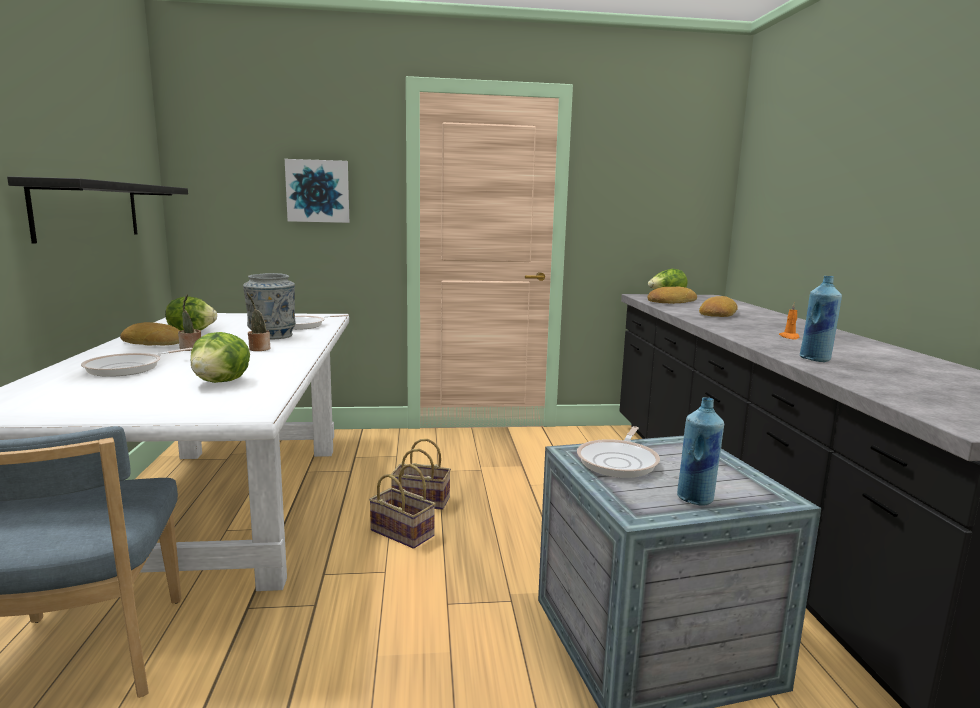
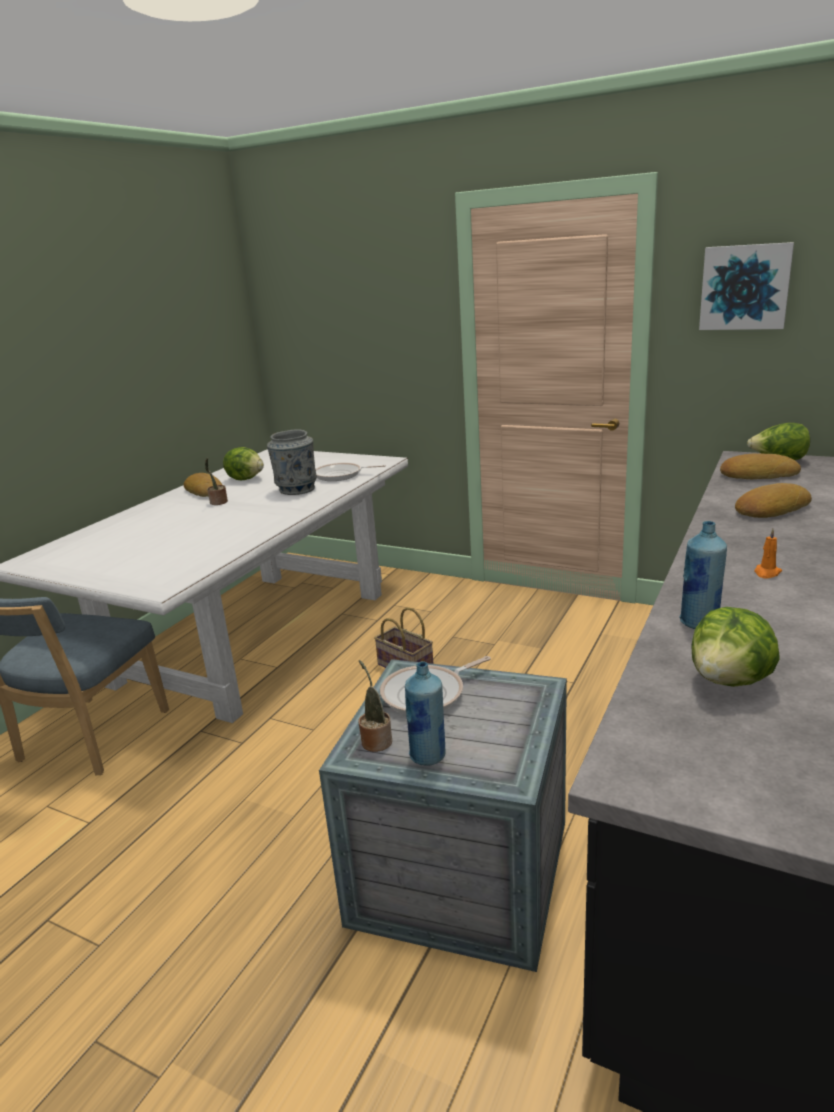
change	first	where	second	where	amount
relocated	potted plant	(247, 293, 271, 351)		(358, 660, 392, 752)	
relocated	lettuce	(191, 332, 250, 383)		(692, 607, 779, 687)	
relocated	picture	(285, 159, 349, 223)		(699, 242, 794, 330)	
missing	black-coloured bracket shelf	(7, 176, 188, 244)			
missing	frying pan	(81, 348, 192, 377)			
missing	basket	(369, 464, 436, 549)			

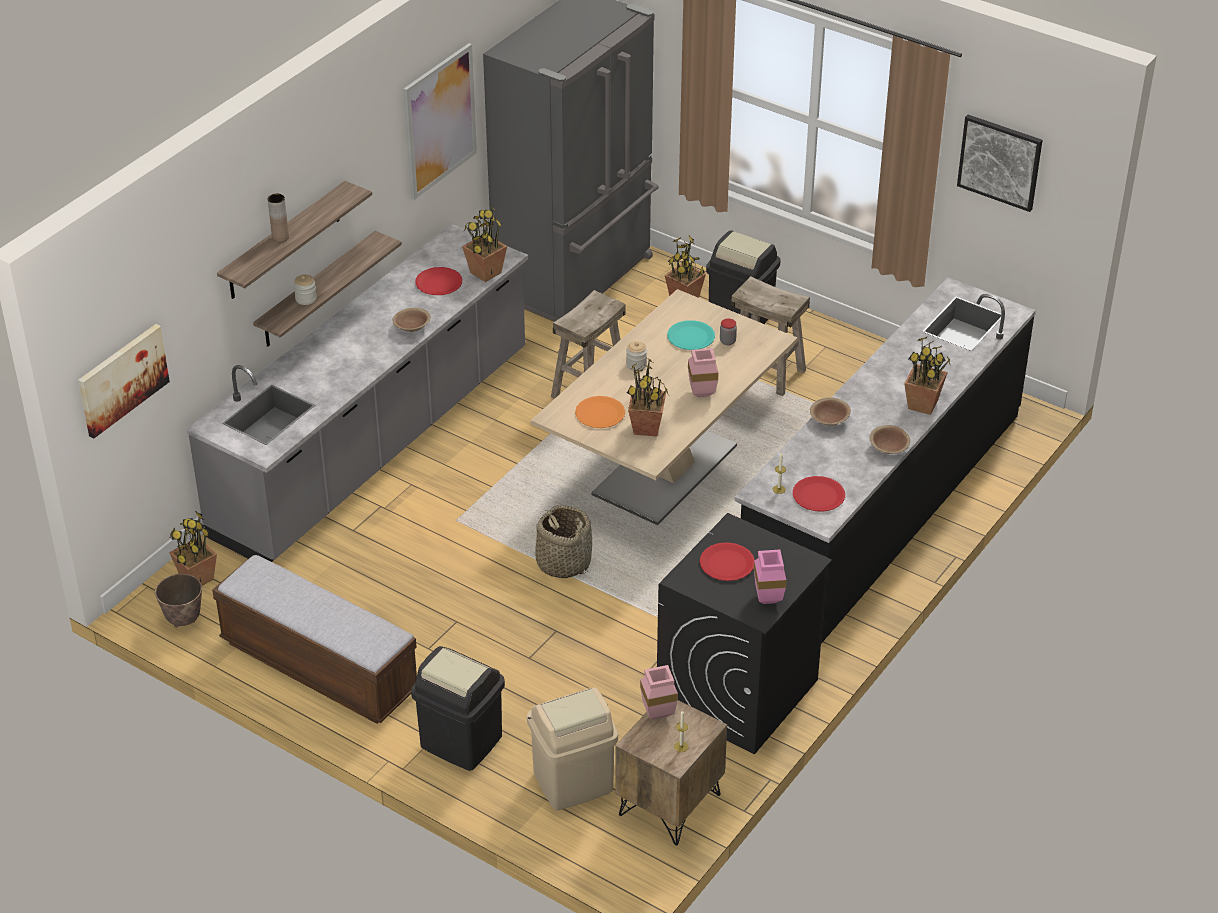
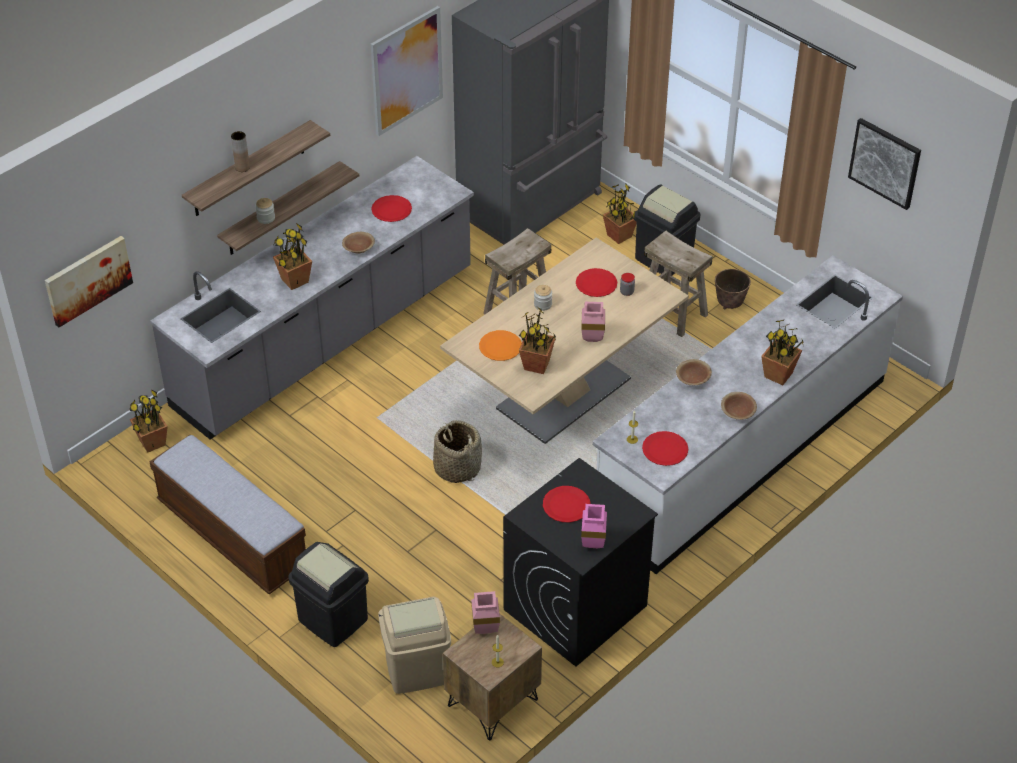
change	first	where	second	where	amount
relocated	potted plant	(462, 203, 507, 282)		(273, 223, 312, 290)	
colour	turquoise-coloured flat dish	(667, 320, 715, 350)	red-coloured flat dish	(576, 268, 617, 297)	
colour	black-coloured kitchen base unit	(735, 277, 1036, 644)	white kitchen base unit	(592, 255, 903, 574)	
relocated	planter	(155, 574, 202, 628)		(715, 269, 751, 310)	

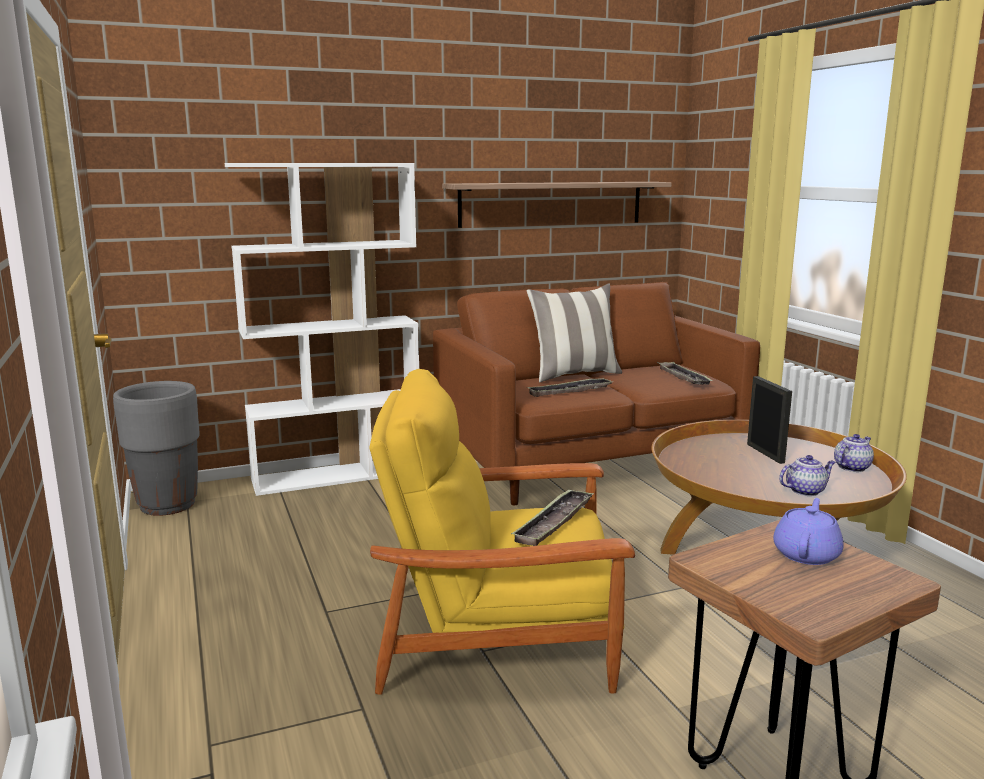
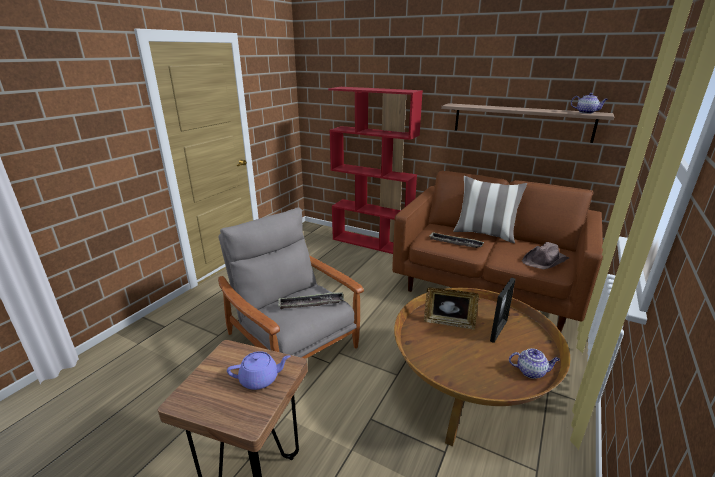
change	first	where	second	where	amount
colour	yellow easy chair	(369, 369, 635, 695)	grey easy chair	(218, 207, 364, 359)	
colour	white bookshelf	(225, 163, 419, 496)	red-coloured bookshelf	(328, 87, 423, 254)	
appeared			photo frame	(424, 287, 479, 330)	
exchanged	serving tray	(657, 362, 713, 385)	brown-coloured wearable hat	(522, 242, 569, 269)	
relocated	teapot	(779, 455, 835, 496)		(571, 93, 608, 114)	
missing	grey planter	(113, 381, 200, 516)			

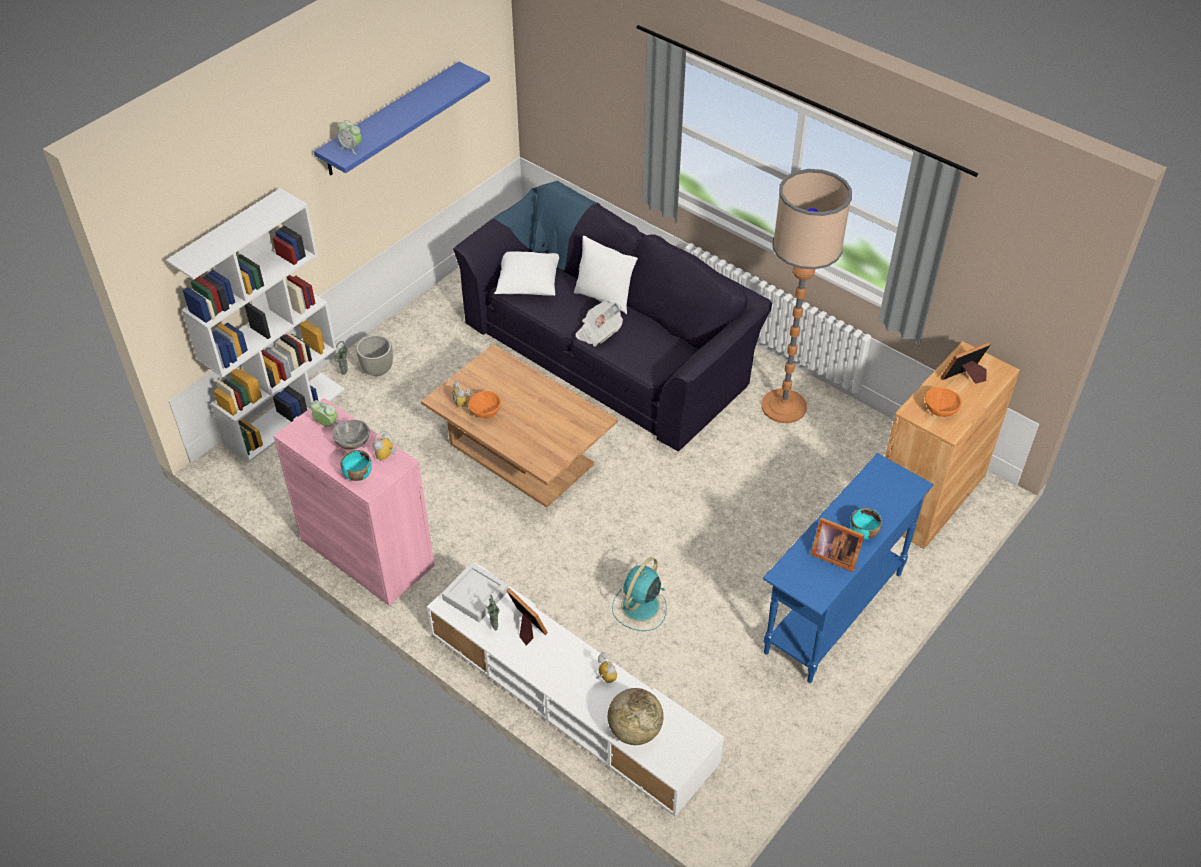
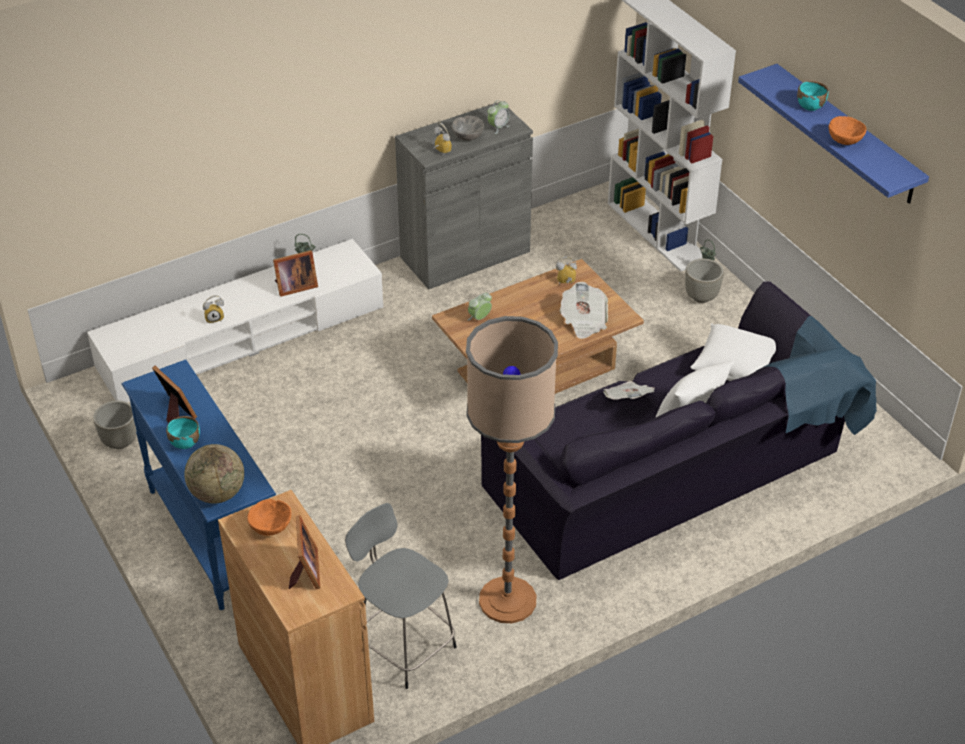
change	first	where	second	where	amount
appeared			grey planter	(93, 401, 137, 449)	
spun	photo frame	(810, 517, 864, 572)		(152, 366, 197, 423)	90 degrees clockwise
relocated	world globe	(608, 688, 663, 745)		(184, 444, 244, 504)	
appeared			grey stool	(345, 503, 457, 689)	
colour	pinkish cupboard	(273, 398, 435, 606)	grey cupboard	(395, 102, 533, 289)	
relocated	bedside clock	(337, 120, 361, 154)		(468, 293, 492, 321)	
appeared			newspaper	(560, 282, 608, 339)	
relocated	turquoise-coloured bowl	(341, 450, 372, 481)		(797, 81, 828, 111)	
relocated	orange-coloured bowl	(468, 391, 501, 418)		(829, 116, 867, 145)	
missing	grey serving tray	(442, 563, 508, 622)			
missing	turquoise-coloured electric fan	(612, 557, 667, 631)			

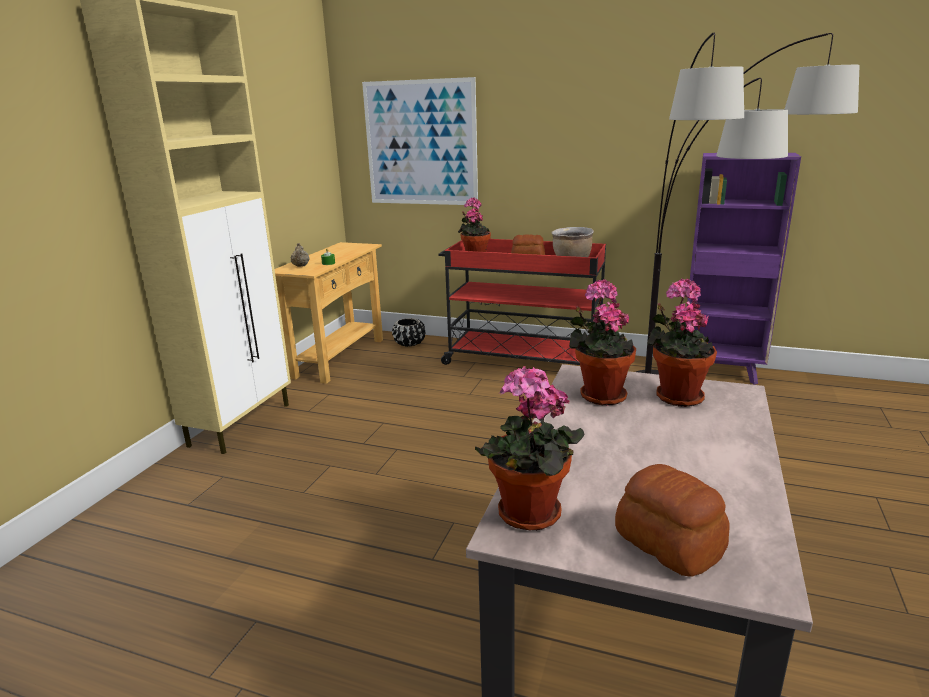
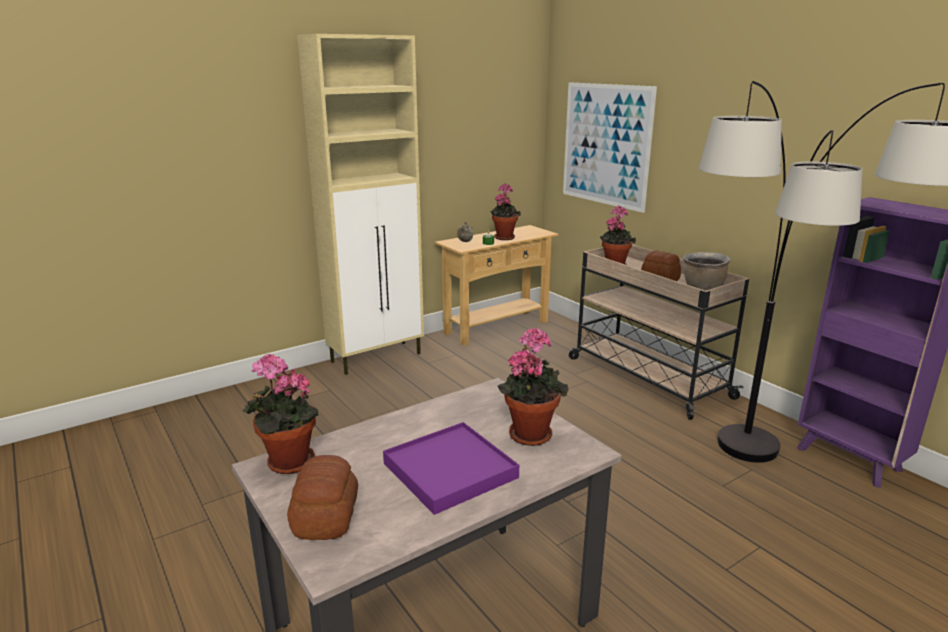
change	first	where	second	where	amount
appeared			purple-coloured serving tray	(383, 422, 519, 515)	
relocated	potted plant	(569, 279, 636, 406)		(490, 183, 521, 240)	
colour	red-coloured wheeled cart	(439, 239, 606, 365)	sand-coloured wheeled cart	(569, 245, 749, 420)	
missing	black-coloured planter	(392, 318, 425, 347)			

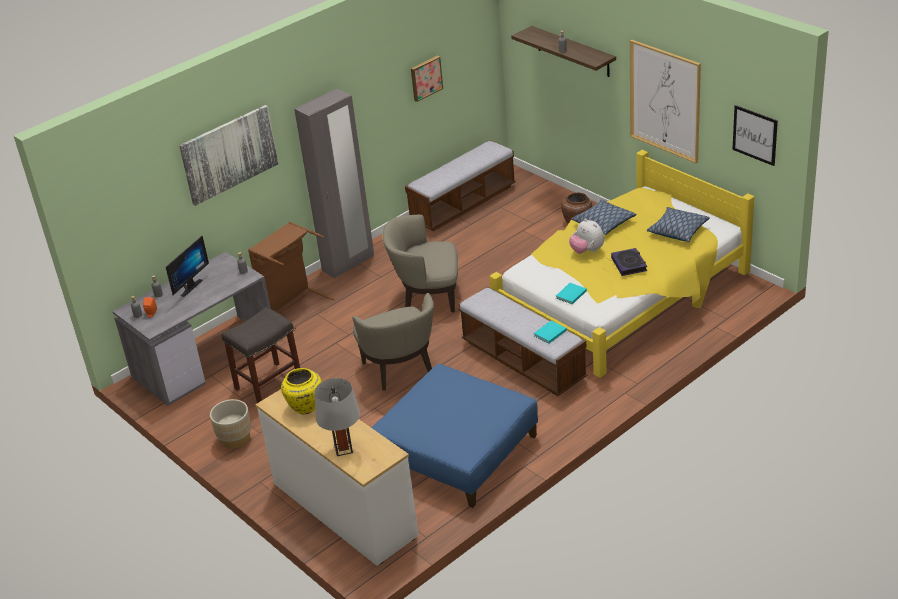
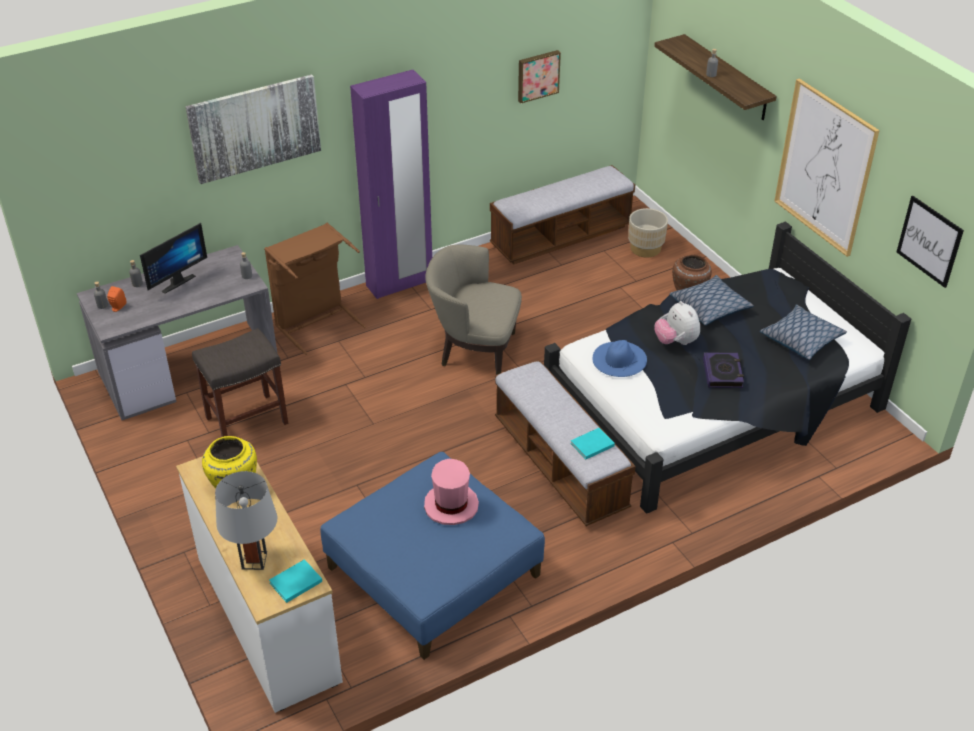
change	first	where	second	where	amount
relocated	turquoise-coloured volume	(556, 283, 587, 304)		(269, 559, 322, 603)	
colour	grey wardrobe	(294, 89, 374, 278)	purple-coloured wardrobe	(350, 70, 432, 299)	
appeared			pinkish wearable hat	(424, 459, 479, 525)	
colour	yellow bed	(490, 150, 754, 378)	black-coloured bed	(544, 221, 911, 514)	
appeared			bluish wearable hat	(593, 340, 647, 377)	
relocated	sand-coloured planter	(210, 399, 251, 449)		(628, 208, 668, 257)	
missing	sand-coloured easy chair	(352, 293, 434, 390)			

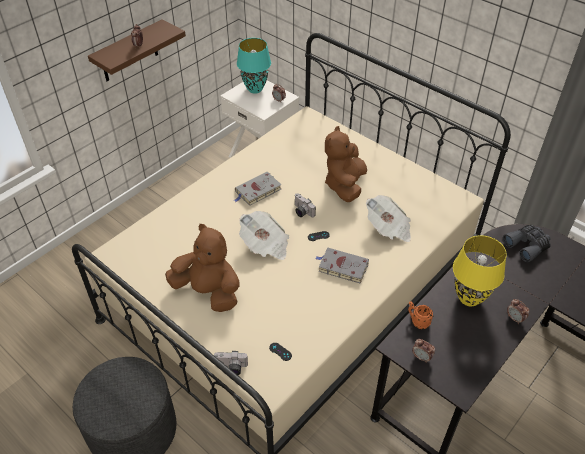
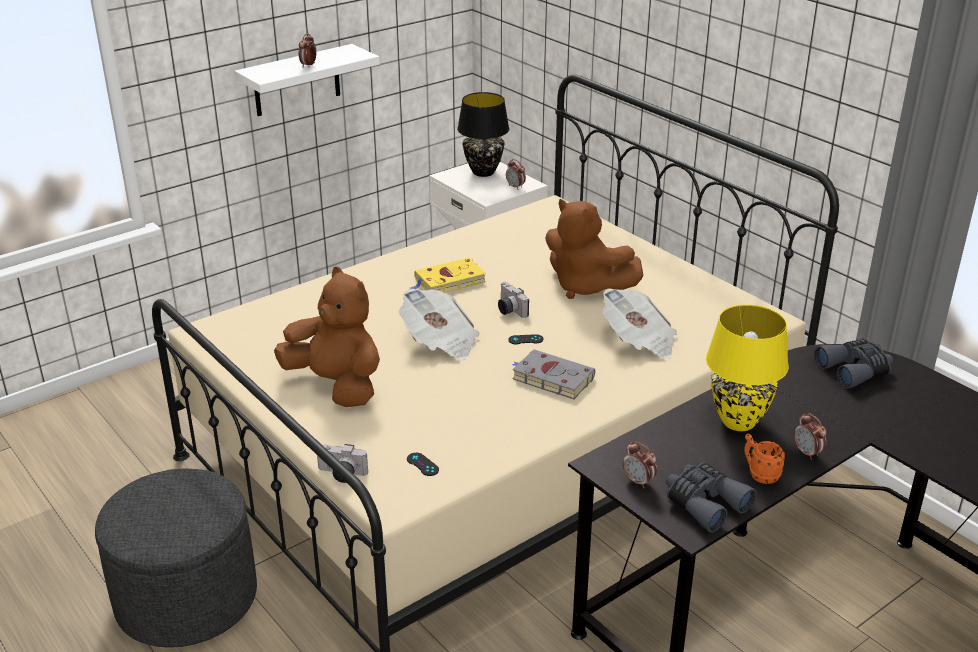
change	first	where	second	where	amount
colour	brown-coloured bracket shelf	(88, 19, 186, 81)	white bracket shelf	(234, 44, 380, 116)	
colour	grey volume	(234, 172, 281, 206)	yellow volume	(410, 258, 486, 293)	
colour	turquoise-coloured table lamp	(237, 38, 271, 94)	black-coloured table lamp	(457, 92, 510, 177)	
spun	brown-coloured soft toy	(325, 126, 367, 202)		(545, 199, 644, 299)	75 degrees counterclockwise
appeared			grey field glasses	(666, 462, 757, 532)	
relocated	orange-coloured tea mug	(408, 301, 433, 329)		(744, 434, 785, 484)	

